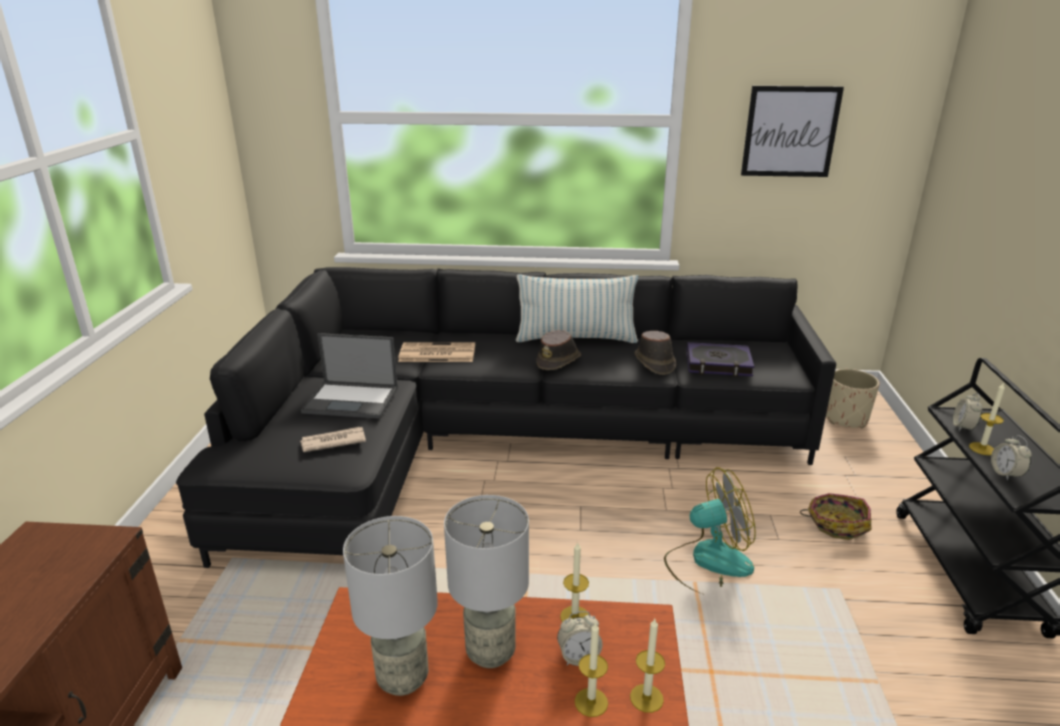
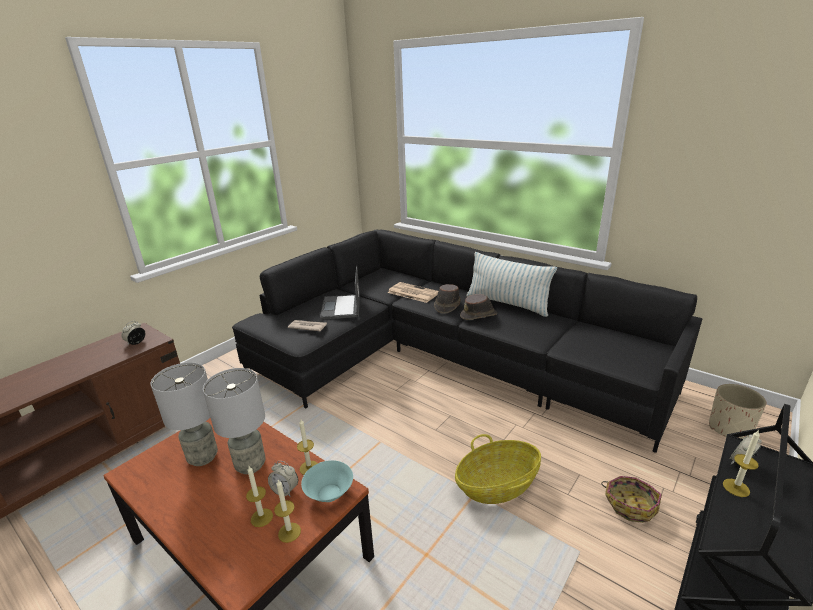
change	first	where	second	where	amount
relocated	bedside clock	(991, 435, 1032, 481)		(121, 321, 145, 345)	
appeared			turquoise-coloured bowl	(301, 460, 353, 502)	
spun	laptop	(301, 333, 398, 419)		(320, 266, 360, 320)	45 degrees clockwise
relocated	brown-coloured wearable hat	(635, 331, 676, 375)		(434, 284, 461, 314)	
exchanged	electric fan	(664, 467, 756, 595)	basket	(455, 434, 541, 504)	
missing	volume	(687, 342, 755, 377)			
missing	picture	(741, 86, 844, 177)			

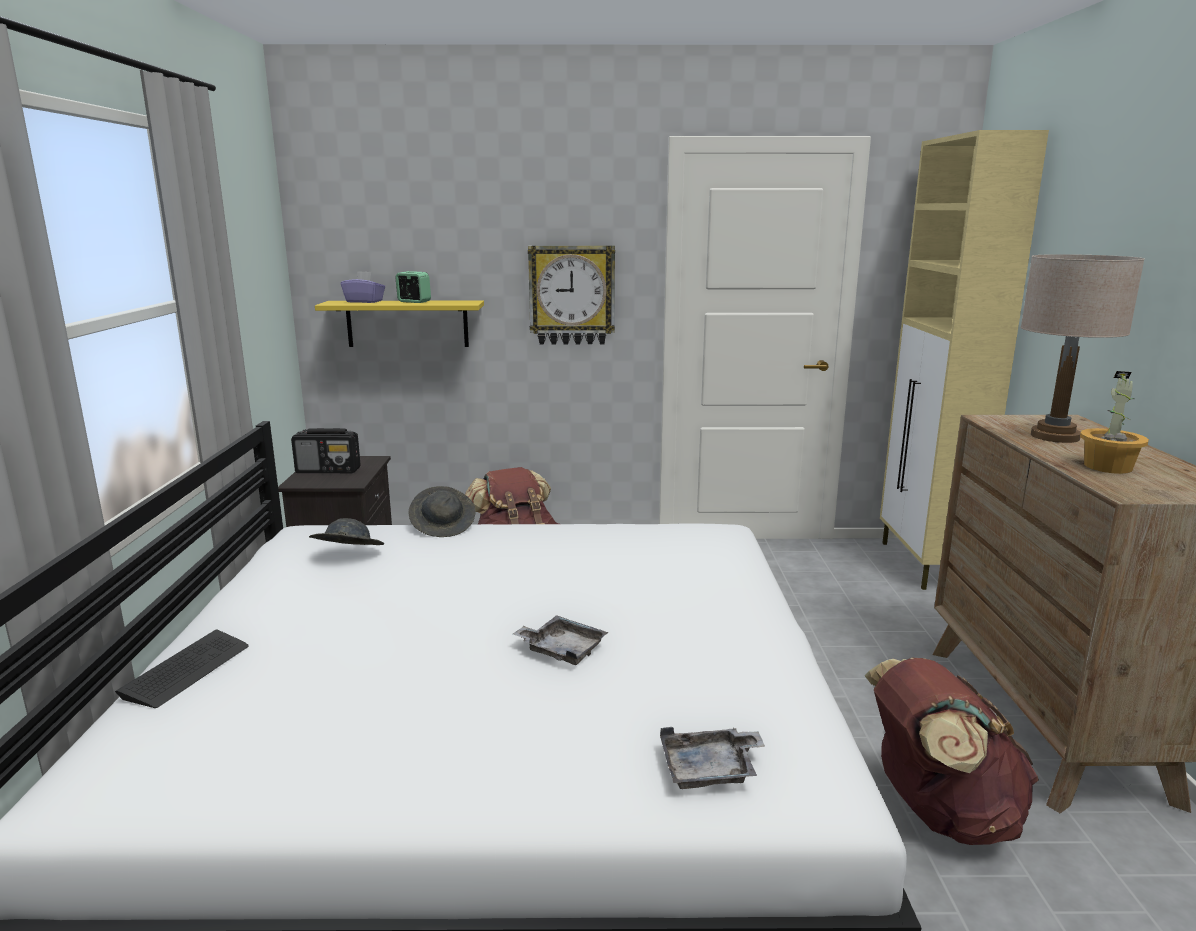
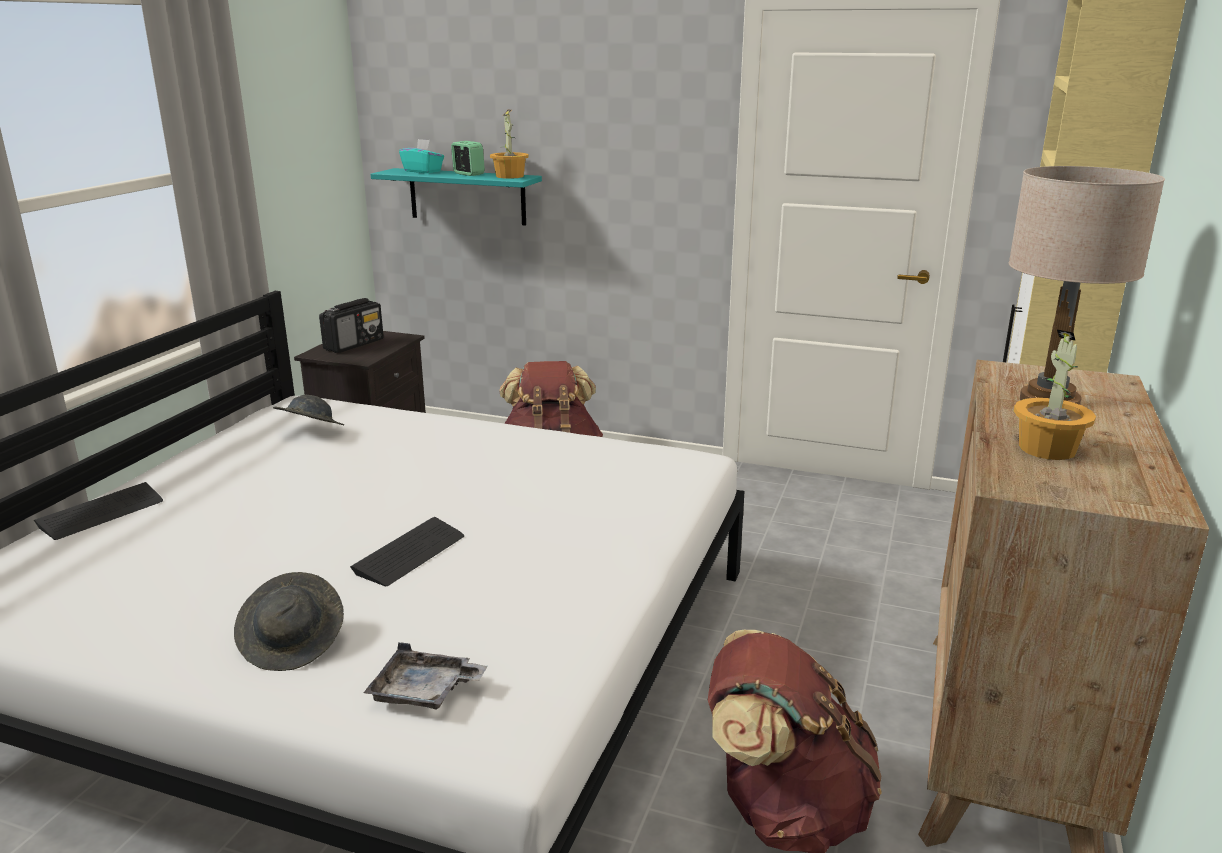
change	first	where	second	where	amount
relocated	grey wearable hat	(408, 486, 476, 537)		(234, 572, 344, 671)	
spun	radio set	(291, 428, 361, 473)		(319, 298, 384, 353)	75 degrees counterclockwise
exchanged	grey serving tray	(513, 615, 608, 665)	computer keyboard	(350, 517, 464, 586)	
colour	yellow bracket shelf	(315, 301, 484, 347)	turquoise-coloured bracket shelf	(371, 168, 542, 226)	
colour	purple-coloured box of tissues	(341, 271, 385, 303)	turquoise-coloured box of tissues	(399, 139, 444, 173)	
appeared			potted plant	(490, 109, 529, 179)	
missing	hanging clock	(528, 245, 615, 345)			

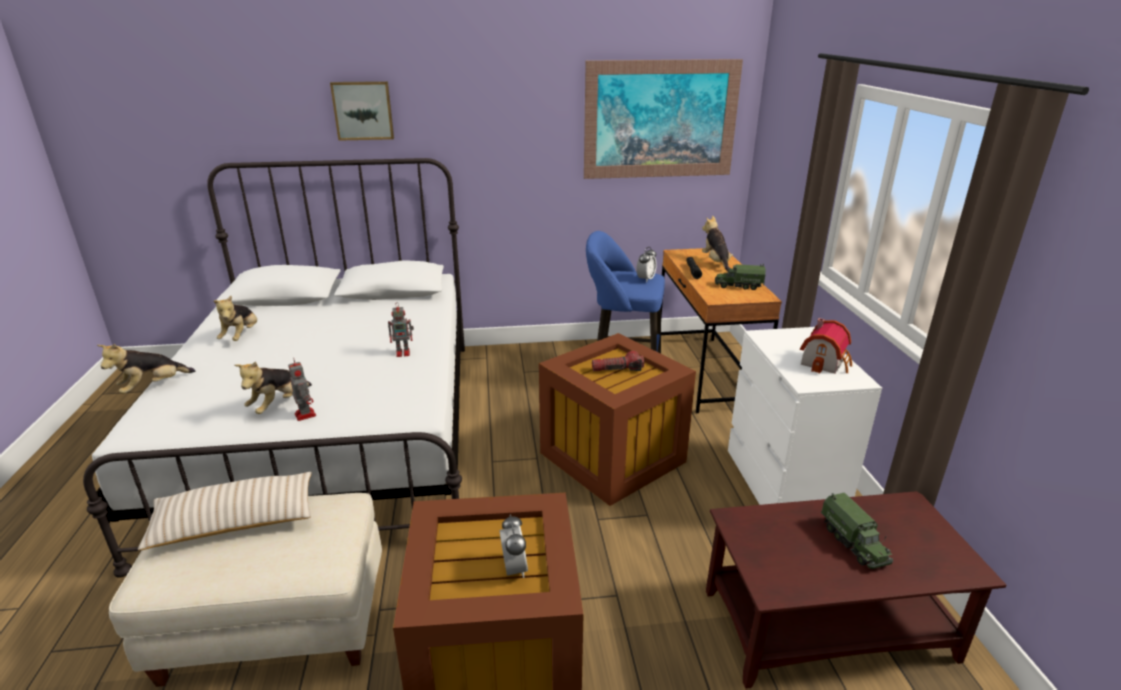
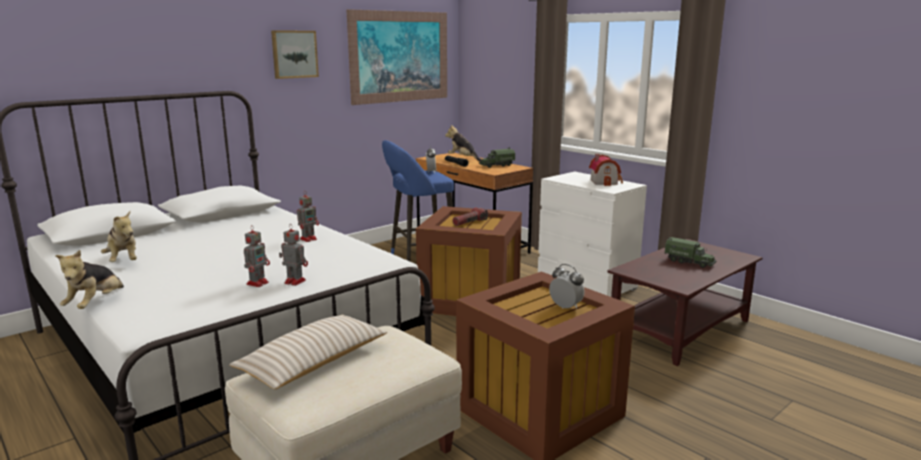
change	first	where	second	where	amount
exchanged	soft toy	(235, 361, 312, 414)	model robot	(244, 225, 270, 287)	
relocated	picture	(330, 81, 394, 141)		(271, 30, 319, 79)	

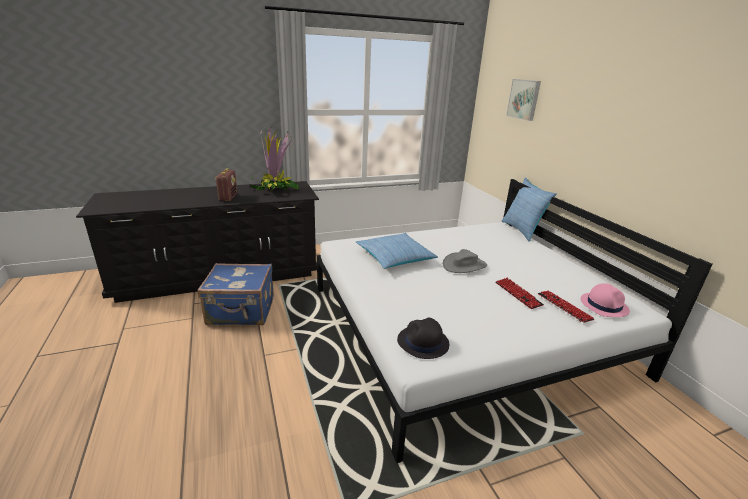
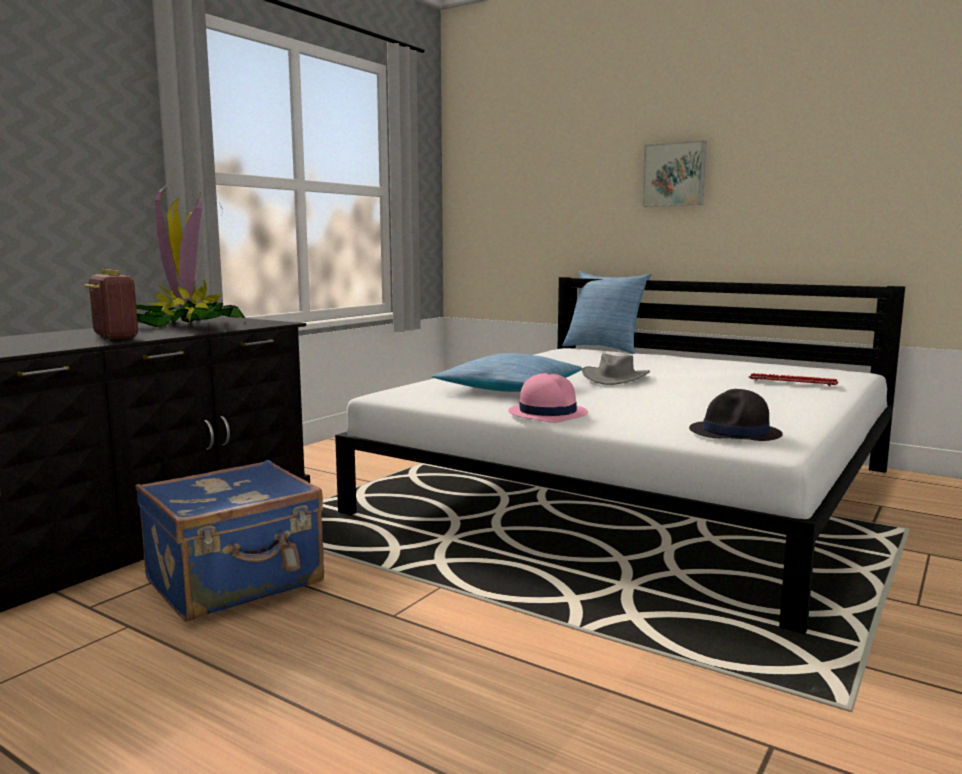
change	first	where	second	where	amount
relocated	pinkish wearable hat	(581, 283, 630, 317)		(508, 373, 588, 423)	
relocated	picture	(506, 79, 541, 121)		(642, 140, 706, 206)	
missing	computer keyboard	(495, 278, 544, 309)			

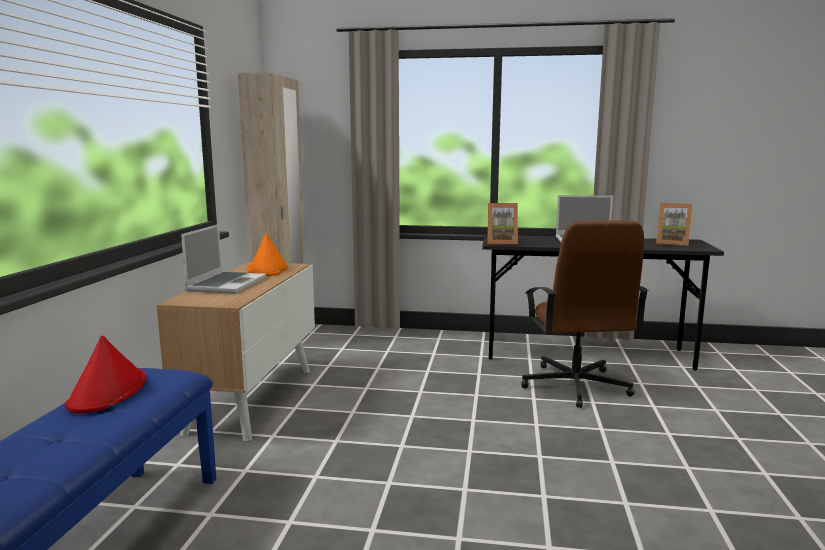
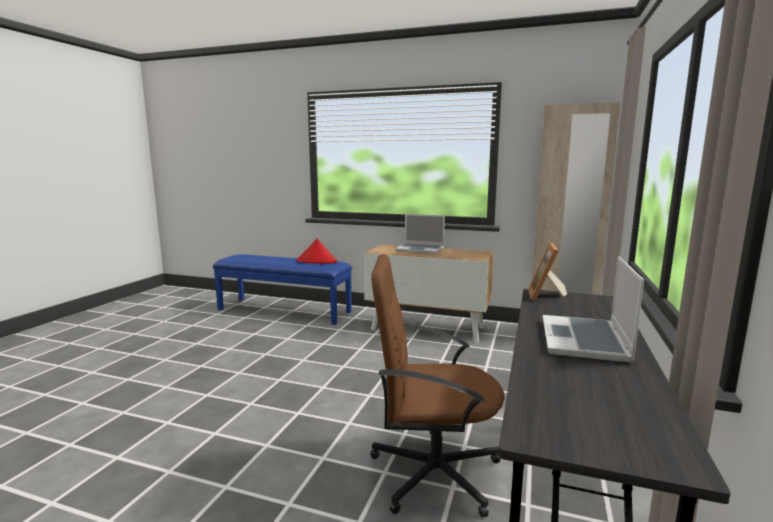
change	first	where	second	where	amount
missing	orange-coloured wearable hat	(247, 233, 288, 276)			
missing	photo frame	(656, 203, 693, 246)			

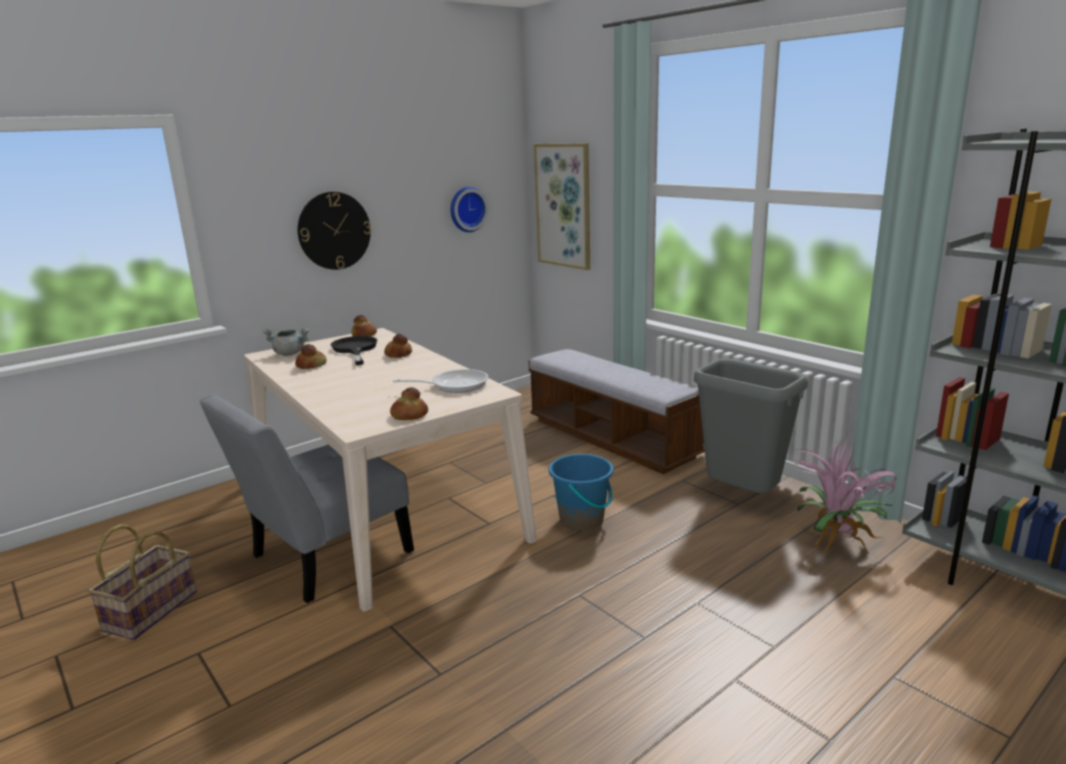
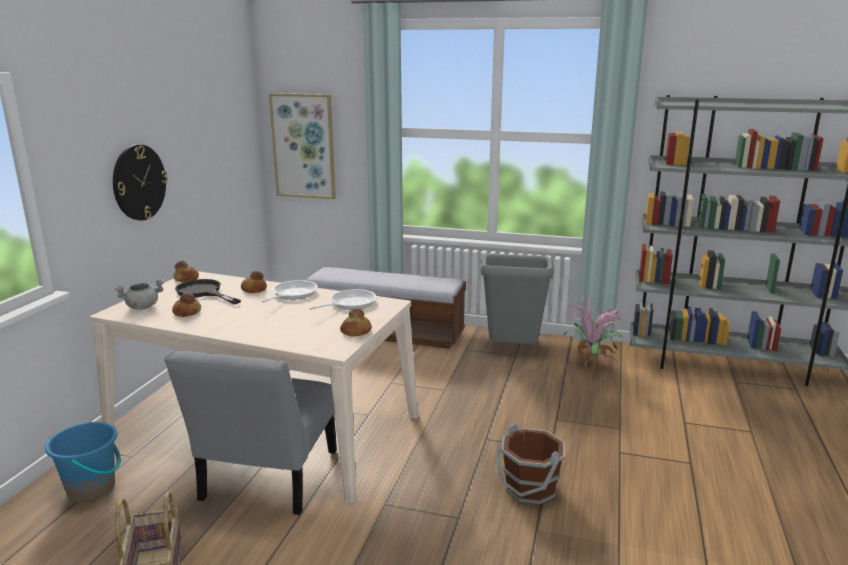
change	first	where	second	where	amount
relocated	bluish bucket	(549, 453, 613, 531)		(45, 422, 121, 502)	
appeared			frying pan	(262, 280, 318, 302)	
appeared			brown-coloured bucket	(495, 424, 565, 504)	
missing	hanging clock	(451, 186, 488, 232)			

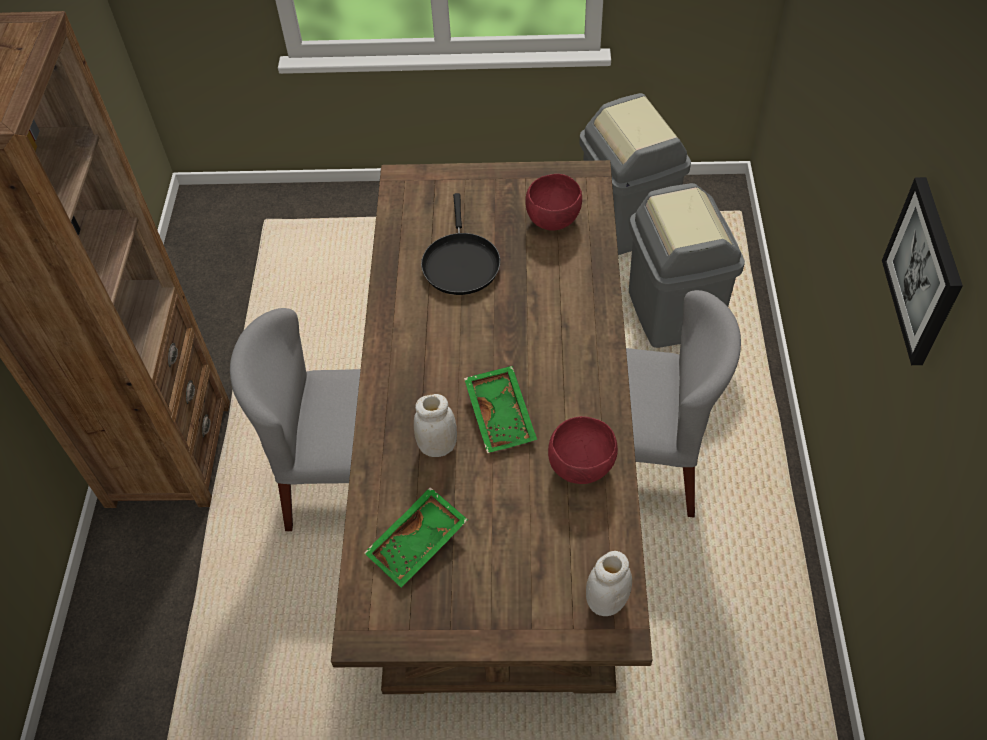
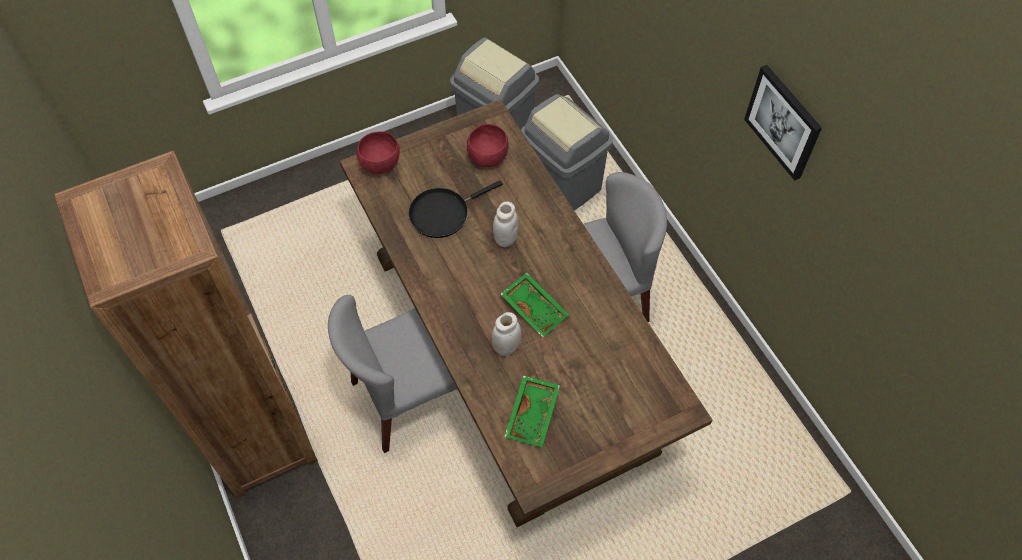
change	first	where	second	where	amount
relocated	red-coloured bowl	(548, 416, 618, 484)		(357, 131, 400, 174)	
spun	black-coloured frying pan	(421, 193, 500, 295)		(408, 180, 503, 238)	90 degrees clockwise
relocated	white storage jar	(586, 551, 632, 616)		(493, 202, 518, 247)	

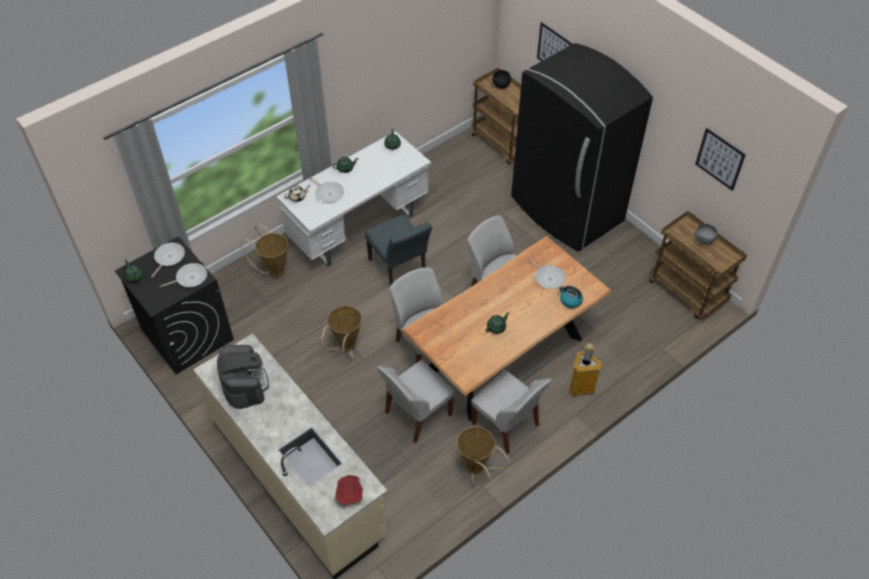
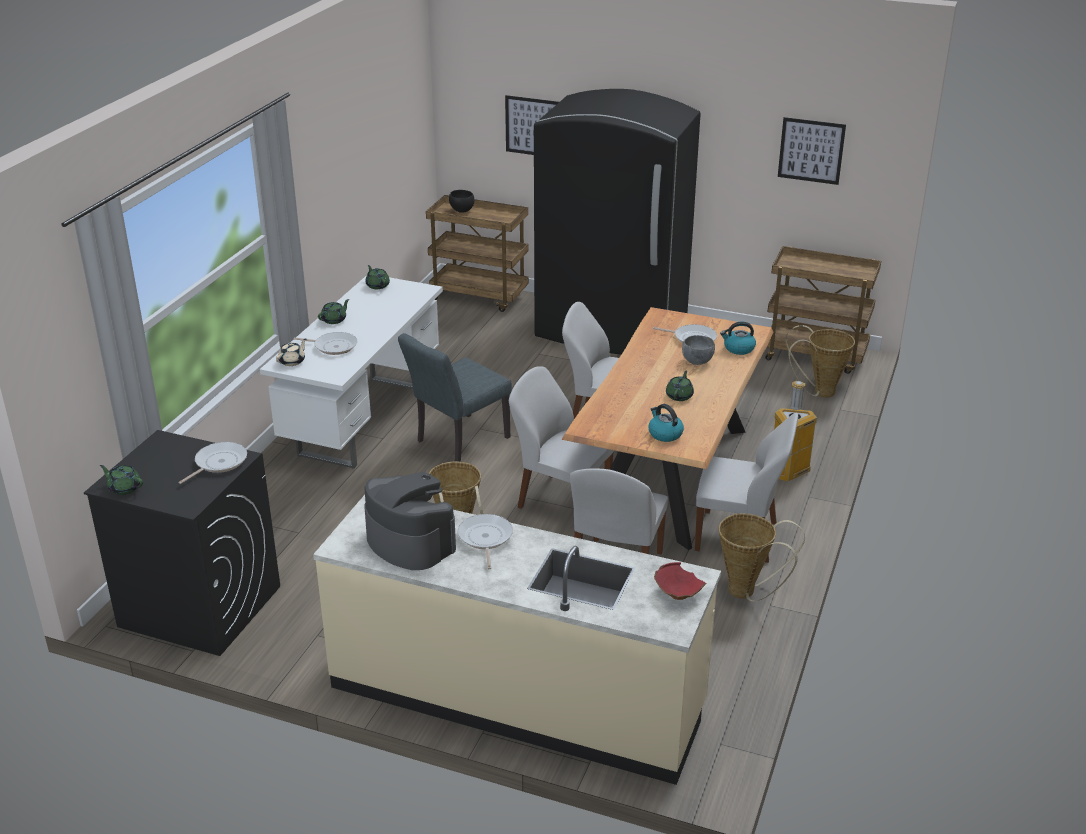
change	first	where	second	where	amount
spun	grey upright chair	(365, 214, 432, 286)		(398, 333, 512, 462)	105 degrees clockwise
relocated	frying pan	(151, 242, 185, 278)		(458, 514, 513, 569)	
appeared			water kettle	(649, 404, 684, 442)	
relocated	grey bowl	(694, 224, 718, 245)		(682, 335, 715, 365)	
relocated	basket	(241, 225, 288, 278)		(785, 325, 855, 398)	

